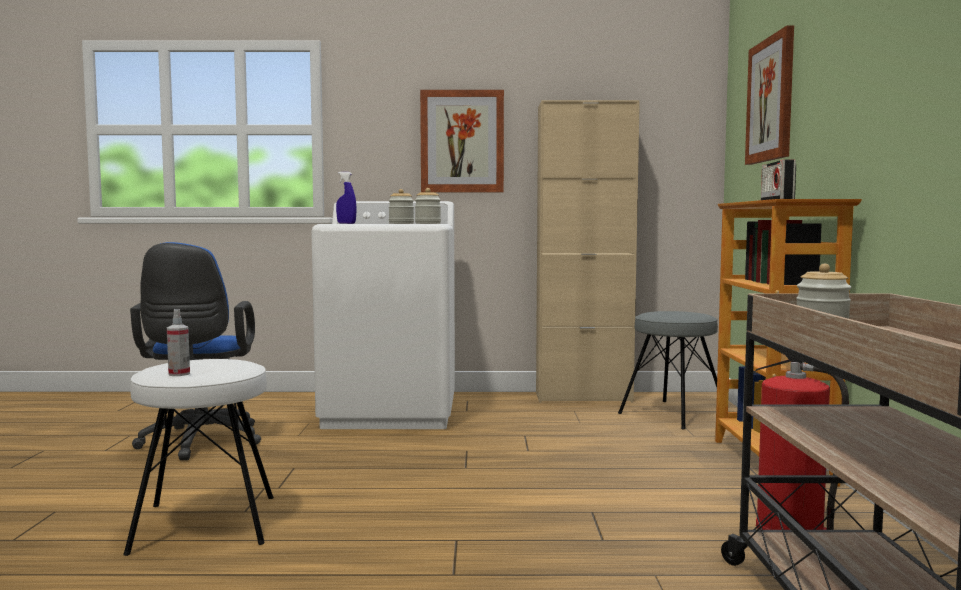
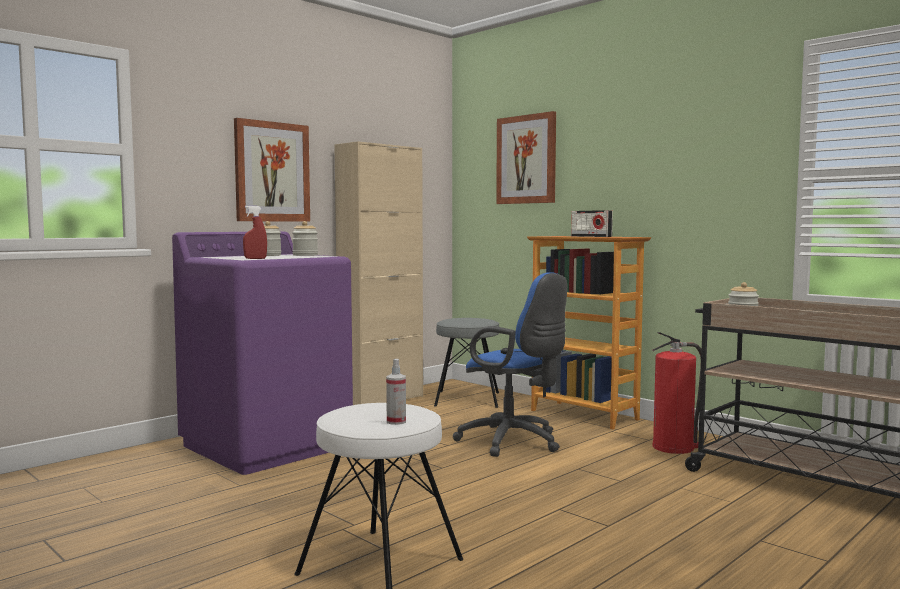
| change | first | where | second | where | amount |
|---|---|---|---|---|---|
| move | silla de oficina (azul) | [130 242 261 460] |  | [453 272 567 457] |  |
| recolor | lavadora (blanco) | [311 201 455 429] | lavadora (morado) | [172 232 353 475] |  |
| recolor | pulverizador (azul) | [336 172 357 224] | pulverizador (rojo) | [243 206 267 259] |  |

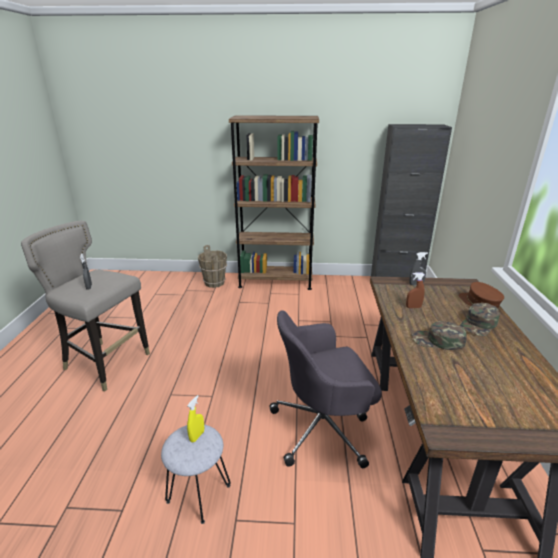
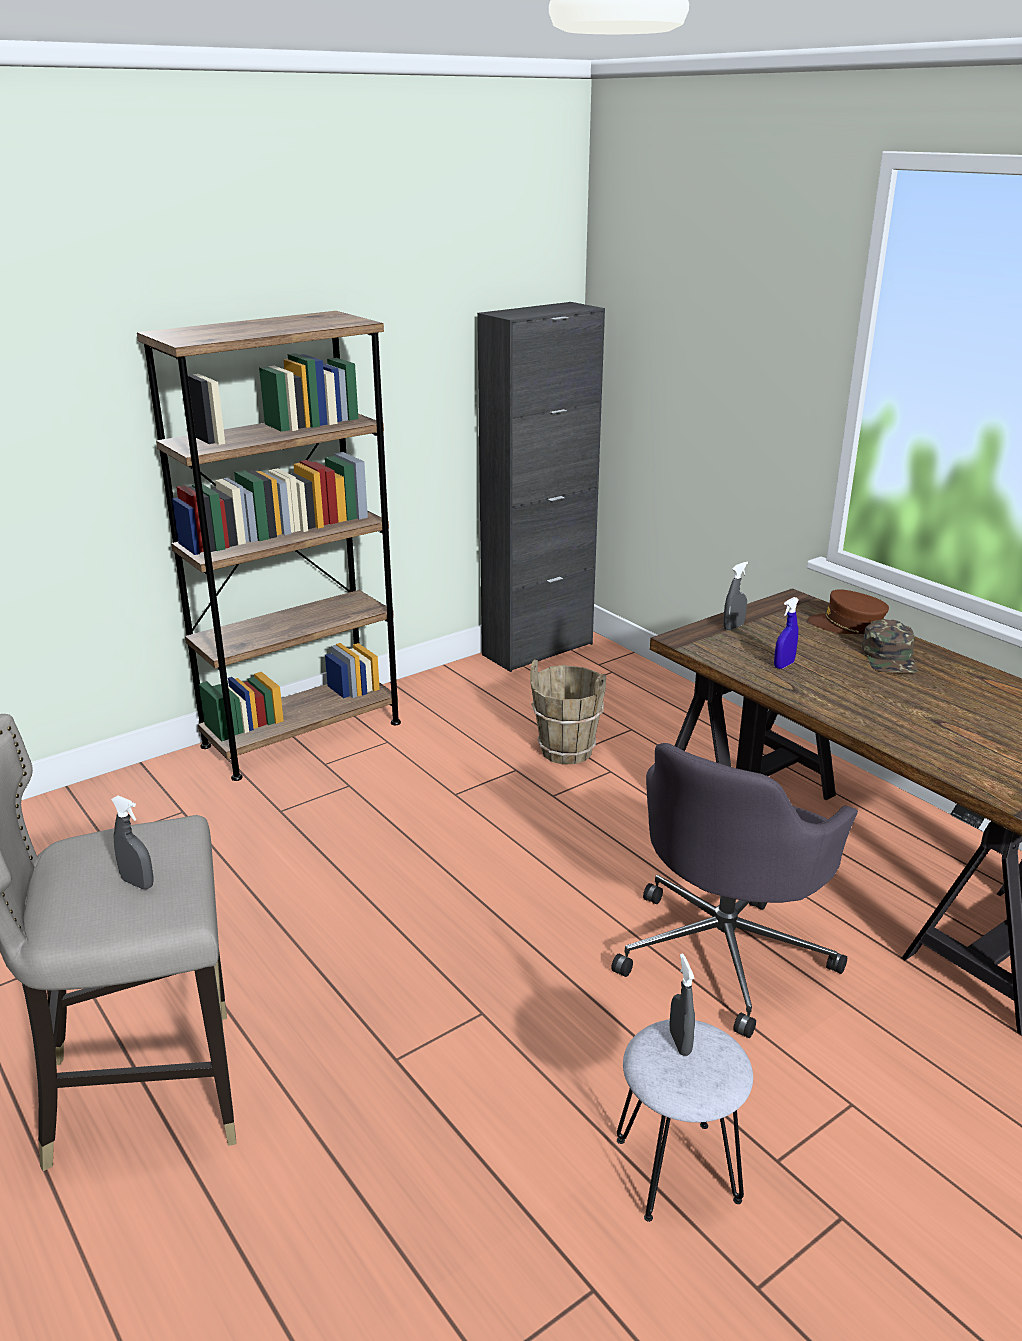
| change | first | where | second | where | amount |
|---|---|---|---|---|---|
| delete | gorra (verde) | [412 321 467 350] |  |  |  |
| move | cubo (marrón) | [198 245 227 288] |  | [530 660 606 764] |  |
| recolor | pulverizador (amarillo) | [187 395 204 442] | pulverizador (gris) | [670 953 695 1056] |  |
| recolor | pulverizador (marrón) | [406 272 425 308] | pulverizador (azul) | [774 597 799 669] |  |

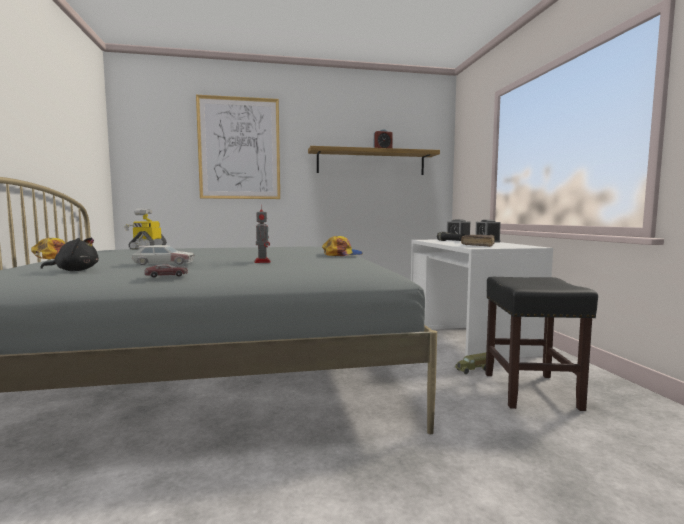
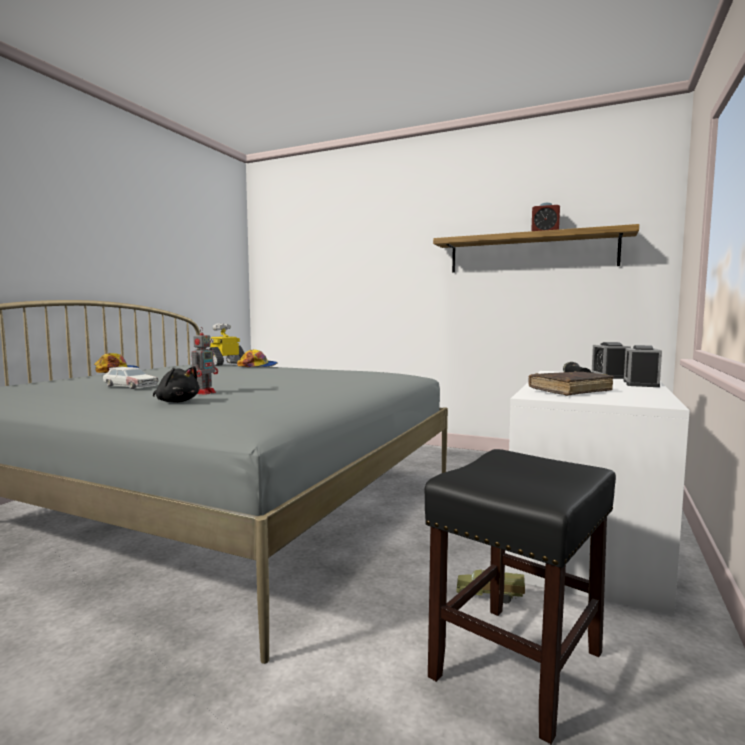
| change | first | where | second | where | amount |
|---|---|---|---|---|---|
| delete | coche de juguete | [145 264 188 278] |  |  |  |
| delete | cuadro | [196 95 280 199] |  |  |  |
| move | peluche (negro) | [41 237 99 271] |  | [153 366 200 403] |  |
| move | gorra | [322 236 363 256] |  | [237 349 278 367] |  |

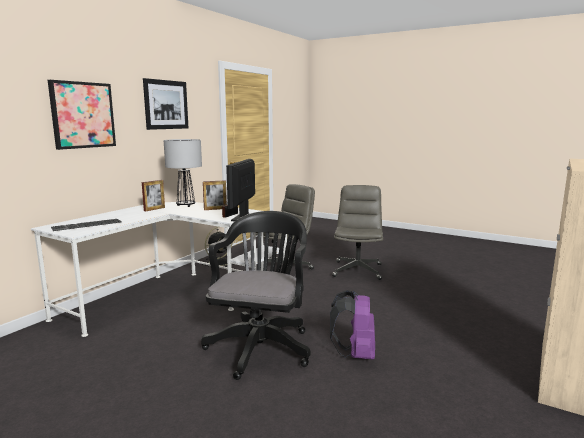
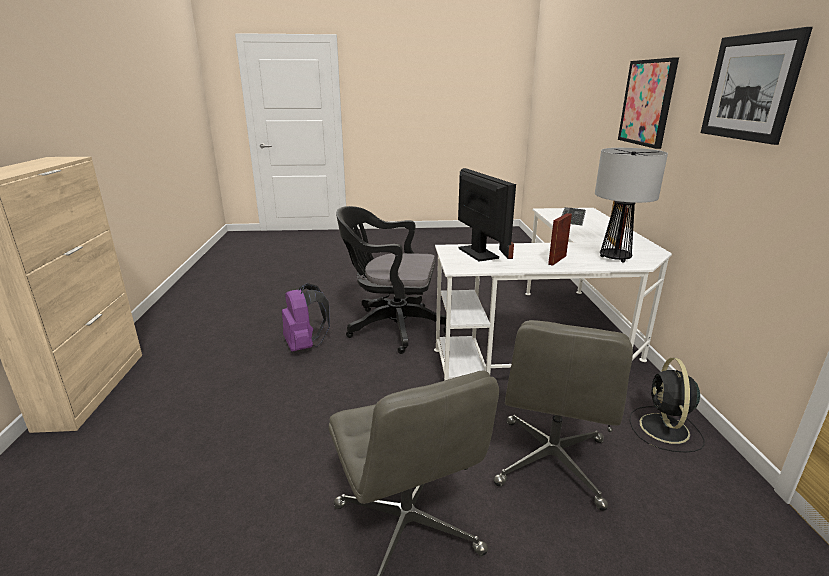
| change | first | where | second | where | amount |
|---|---|---|---|---|---|
| rotate | silla de oficina (negro) | [201 211 311 380] |  | [336 206 446 354] | 120 degrees clockwise |

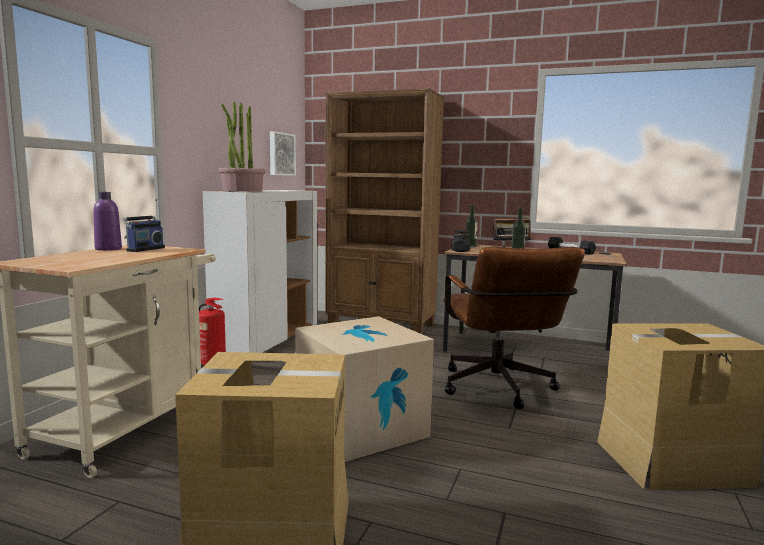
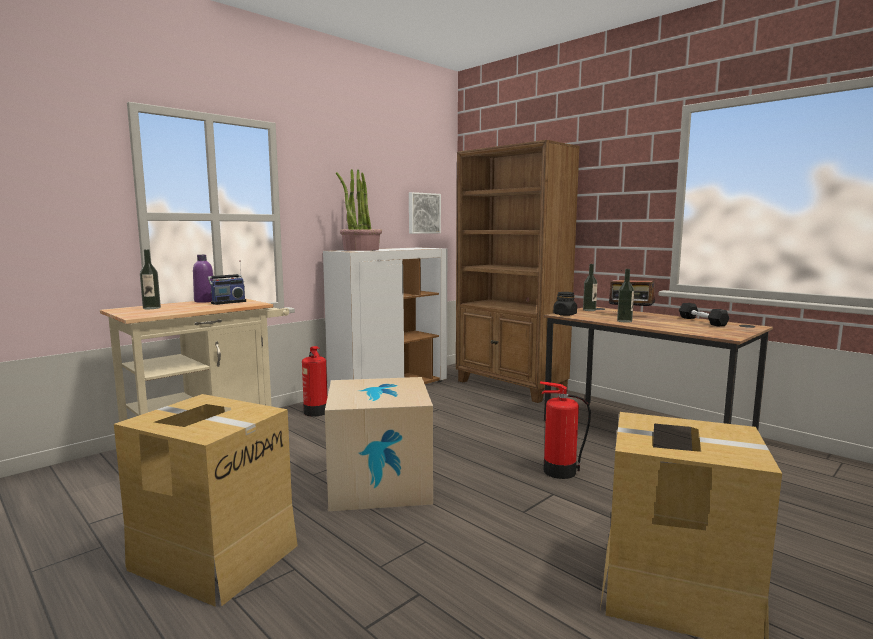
| change | first | where | second | where | amount |
|---|---|---|---|---|---|
| insert |  |  | botella | [140 249 161 309] |  |
| replace | silla de oficina (marrón) | [444 247 585 409] | extintor | [540 381 591 479] |  |

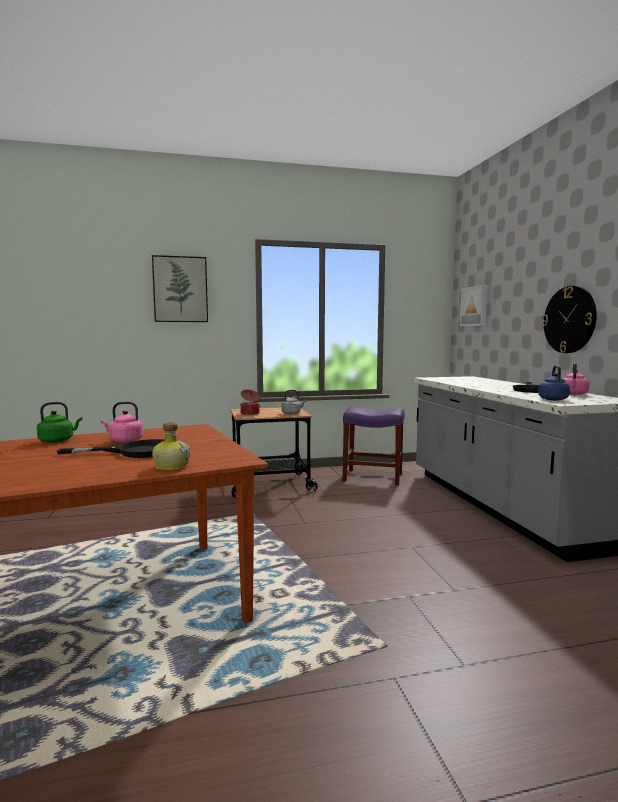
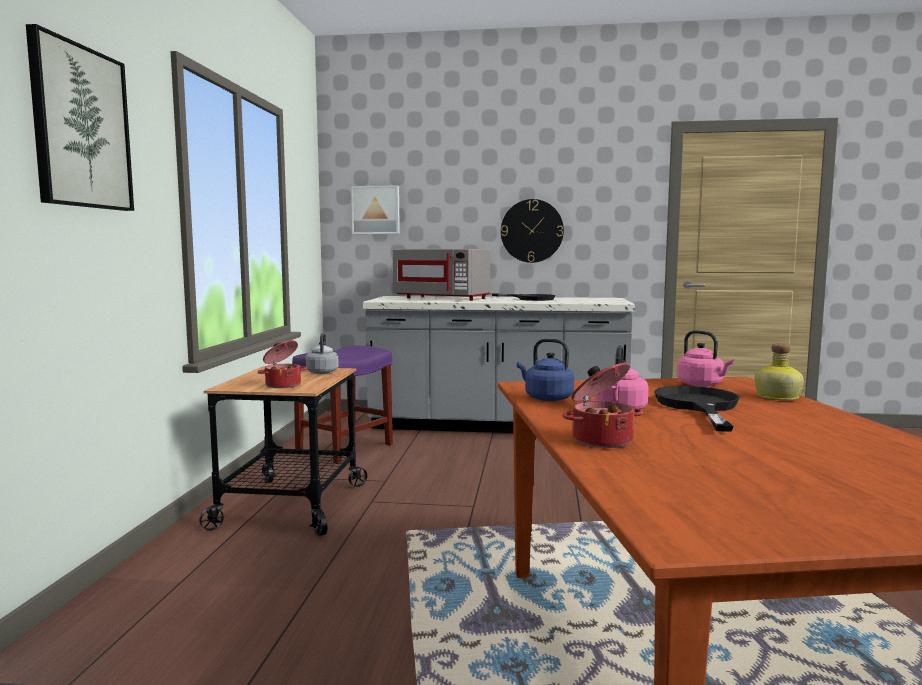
| change | first | where | second | where | amount |
|---|---|---|---|---|---|
| insert |  |  | microondas (gris) | [393 249 490 301] |  |
| move | hervidor (azul) | [538 365 570 400] |  | [517 338 574 401] |  |
| move | hervidor (rosa) | [563 363 589 395] |  | [677 330 734 387] |  |
| replace | hervidor (verde) | [37 402 82 443] | olla | [562 363 643 448] |  |

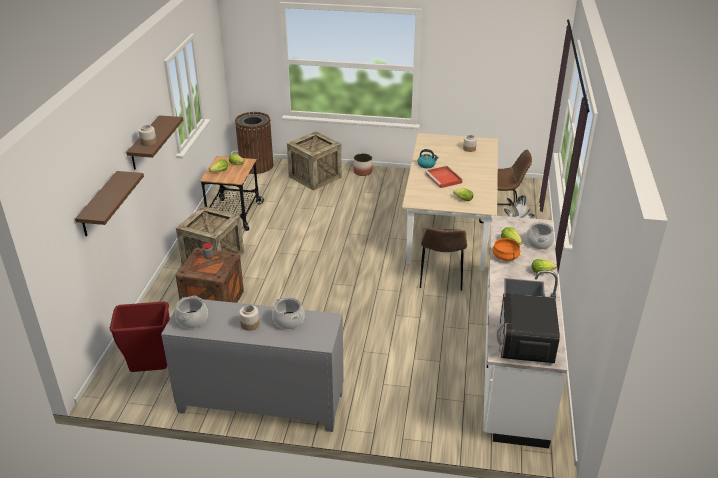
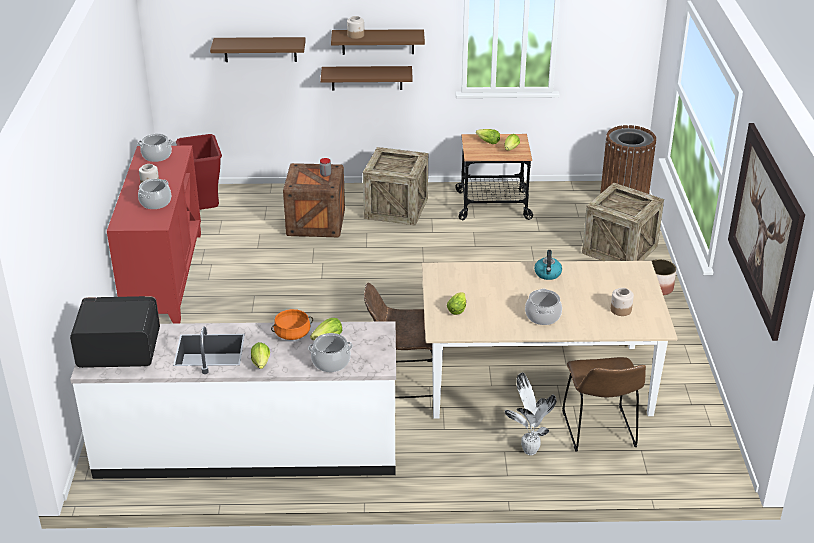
| change | first | where | second | where | amount |
|---|---|---|---|---|---|
| delete | bandeja (rojo) | [425 166 463 188] |  |  |  |
| insert |  |  | estante (marrón) | [321 66 413 91] |  |
| insert |  |  | olla | [525 289 562 325] |  |
| insert |  |  | cuadro | [728 123 805 341] |  |
| recolor | armario (gris) | [161 297 344 432] | armario (rojo) | [107 146 201 324] |  |

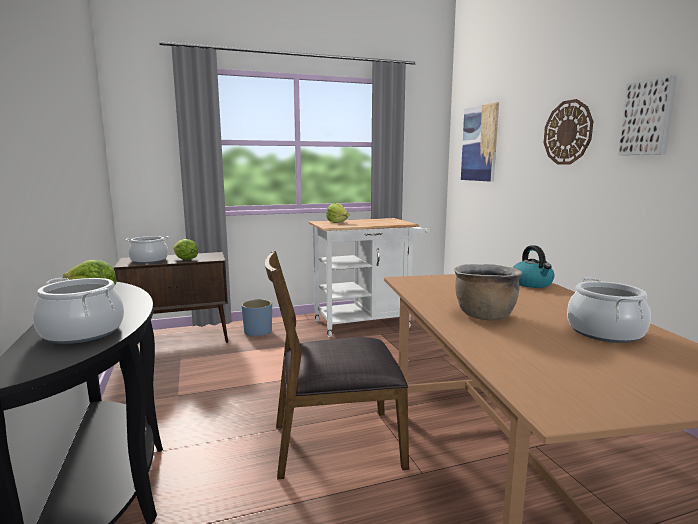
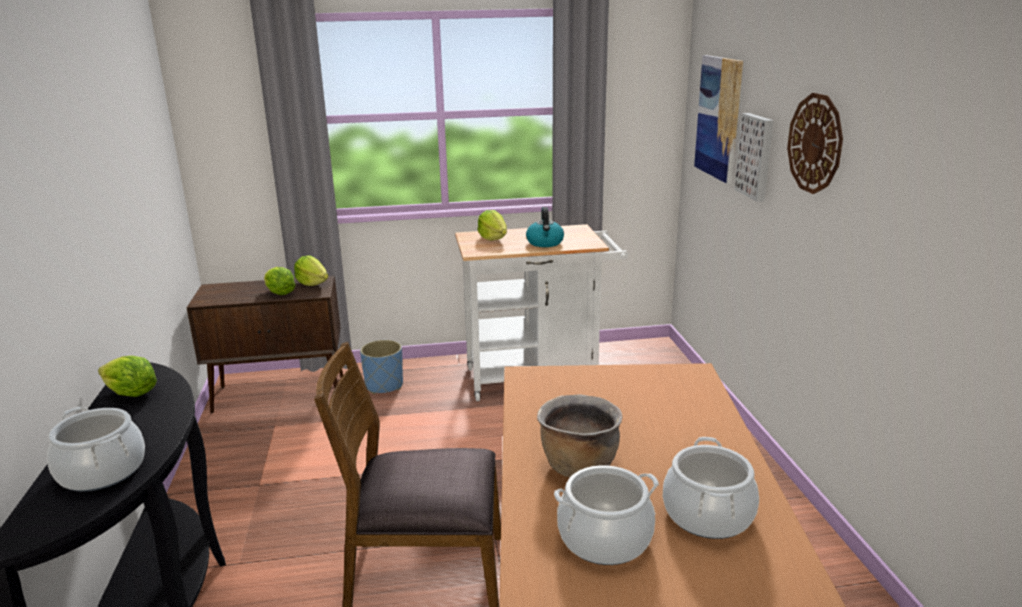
| change | first | where | second | where | amount |
|---|---|---|---|---|---|
| insert |  |  | lechuga | [294 255 328 286] |  |
| move | olla | [125 236 169 264] |  | [554 465 659 565] |  |
| move | hervidor | [513 245 555 288] |  | [526 207 564 247] |  |
| move | cuadro | [618 75 677 155] |  | [734 113 774 202] |  |

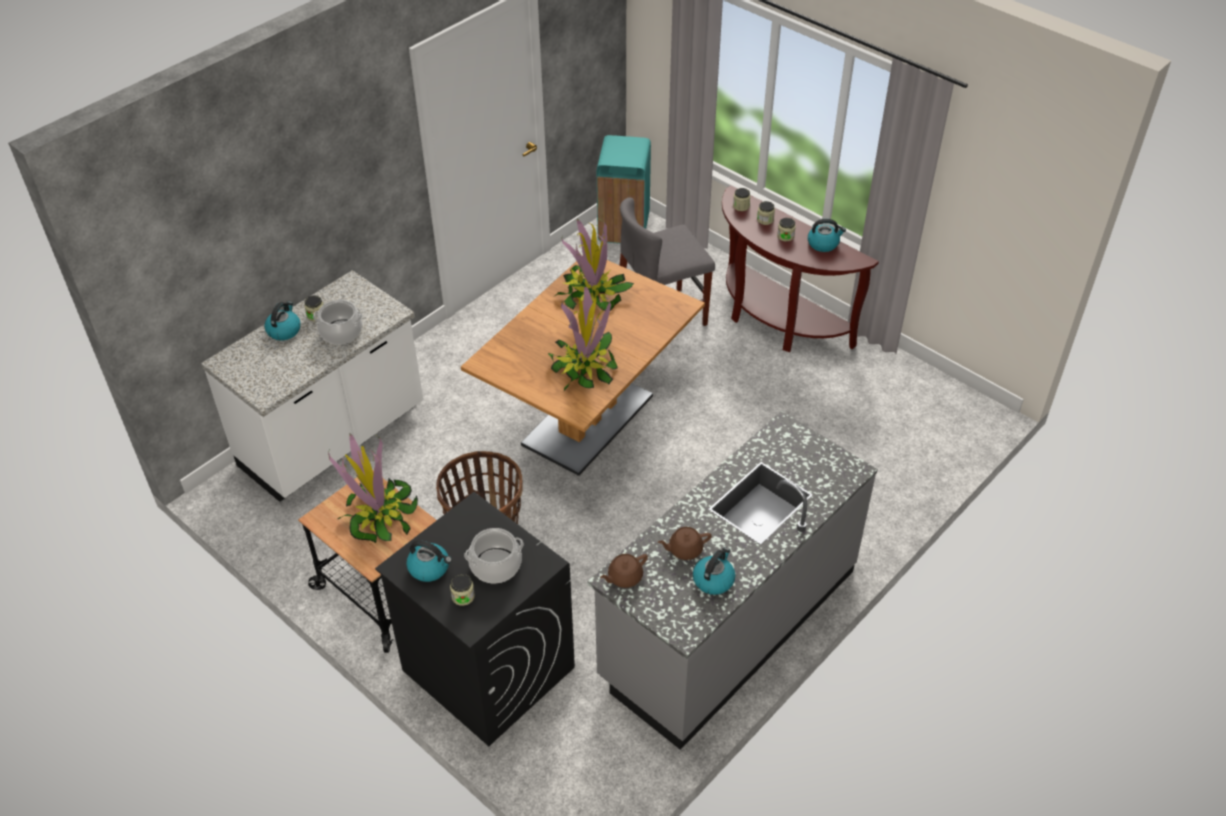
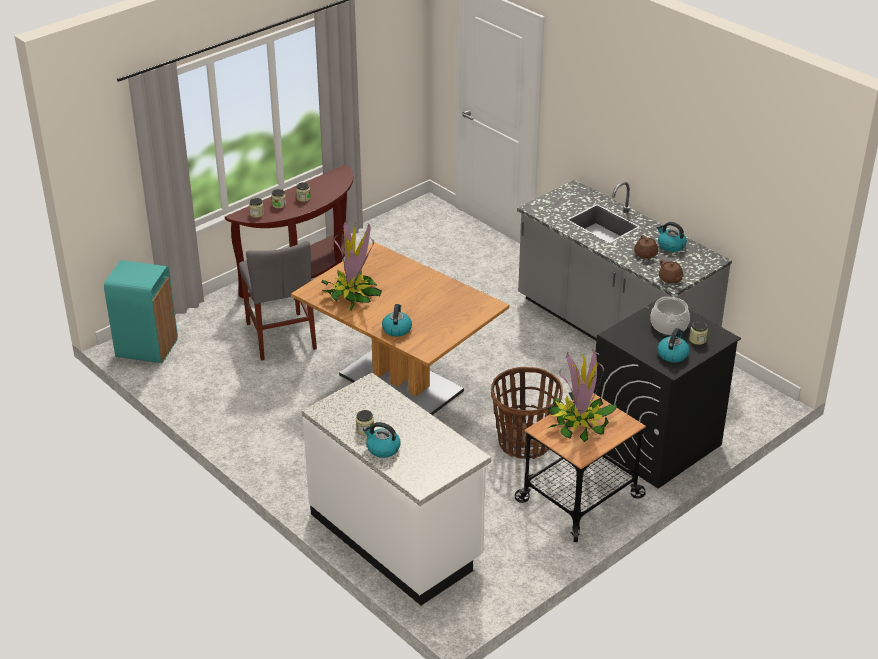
| change | first | where | second | where | amount |
|---|---|---|---|---|---|
| delete | olla | [313 300 363 345] |  |  |  |
| delete | planta en maceta | [548 287 618 391] |  |  |  |
| move | hervidor | [808 219 846 252] |  | [382 304 412 337] |  |

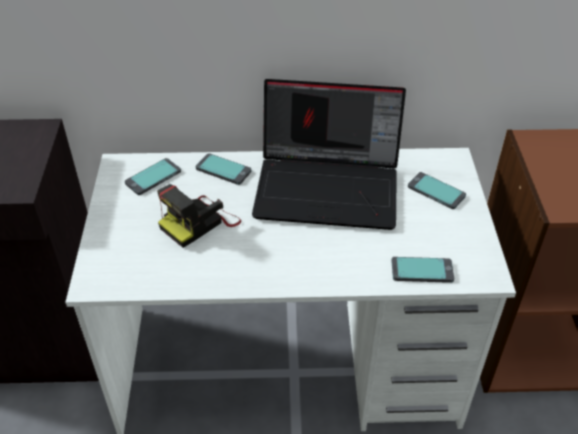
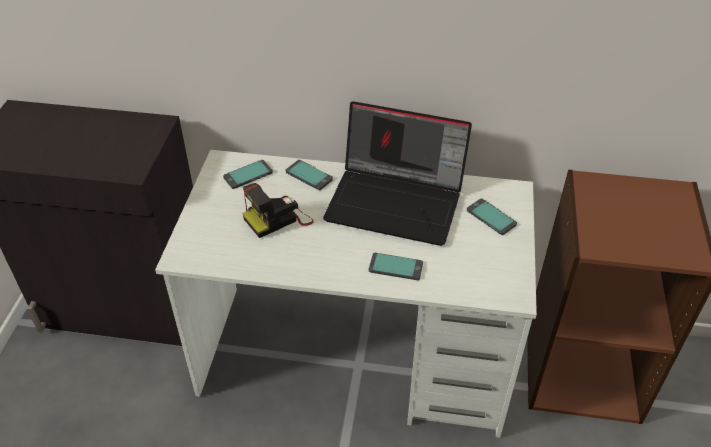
| change | first | where | second | where | amount |
|---|---|---|---|---|---|
| move | móvil | [392 257 454 283] |  | [369 253 423 280] |  |

